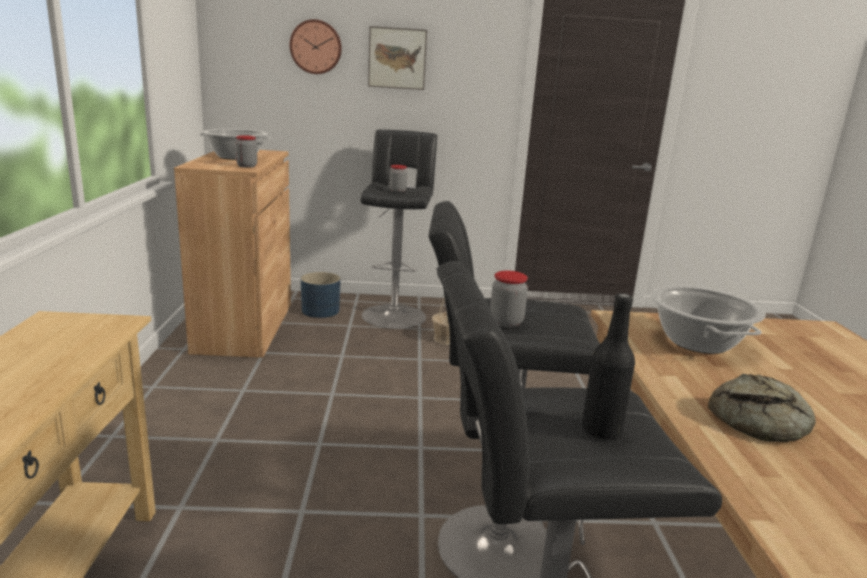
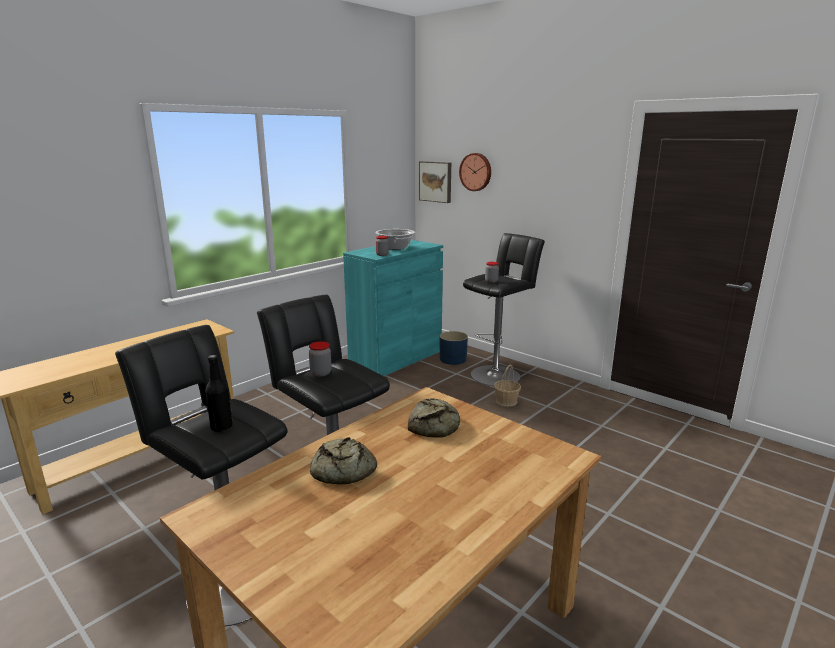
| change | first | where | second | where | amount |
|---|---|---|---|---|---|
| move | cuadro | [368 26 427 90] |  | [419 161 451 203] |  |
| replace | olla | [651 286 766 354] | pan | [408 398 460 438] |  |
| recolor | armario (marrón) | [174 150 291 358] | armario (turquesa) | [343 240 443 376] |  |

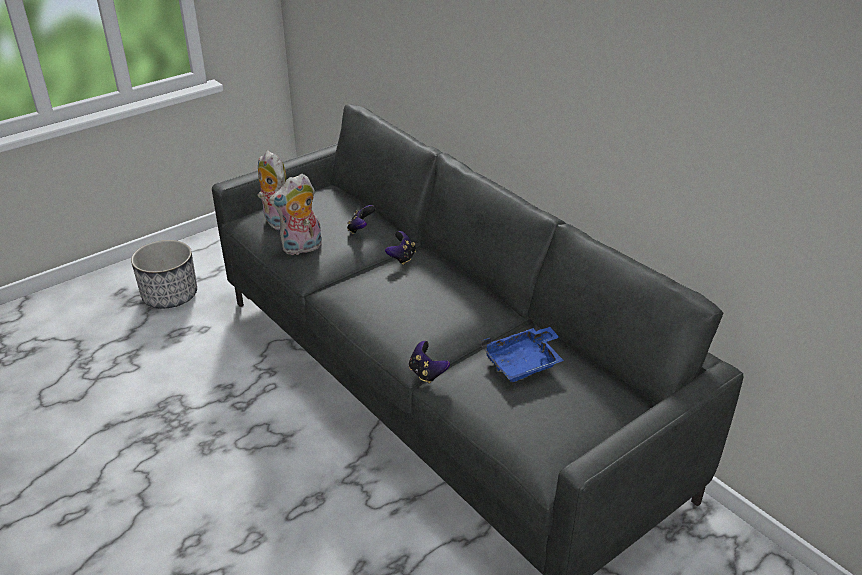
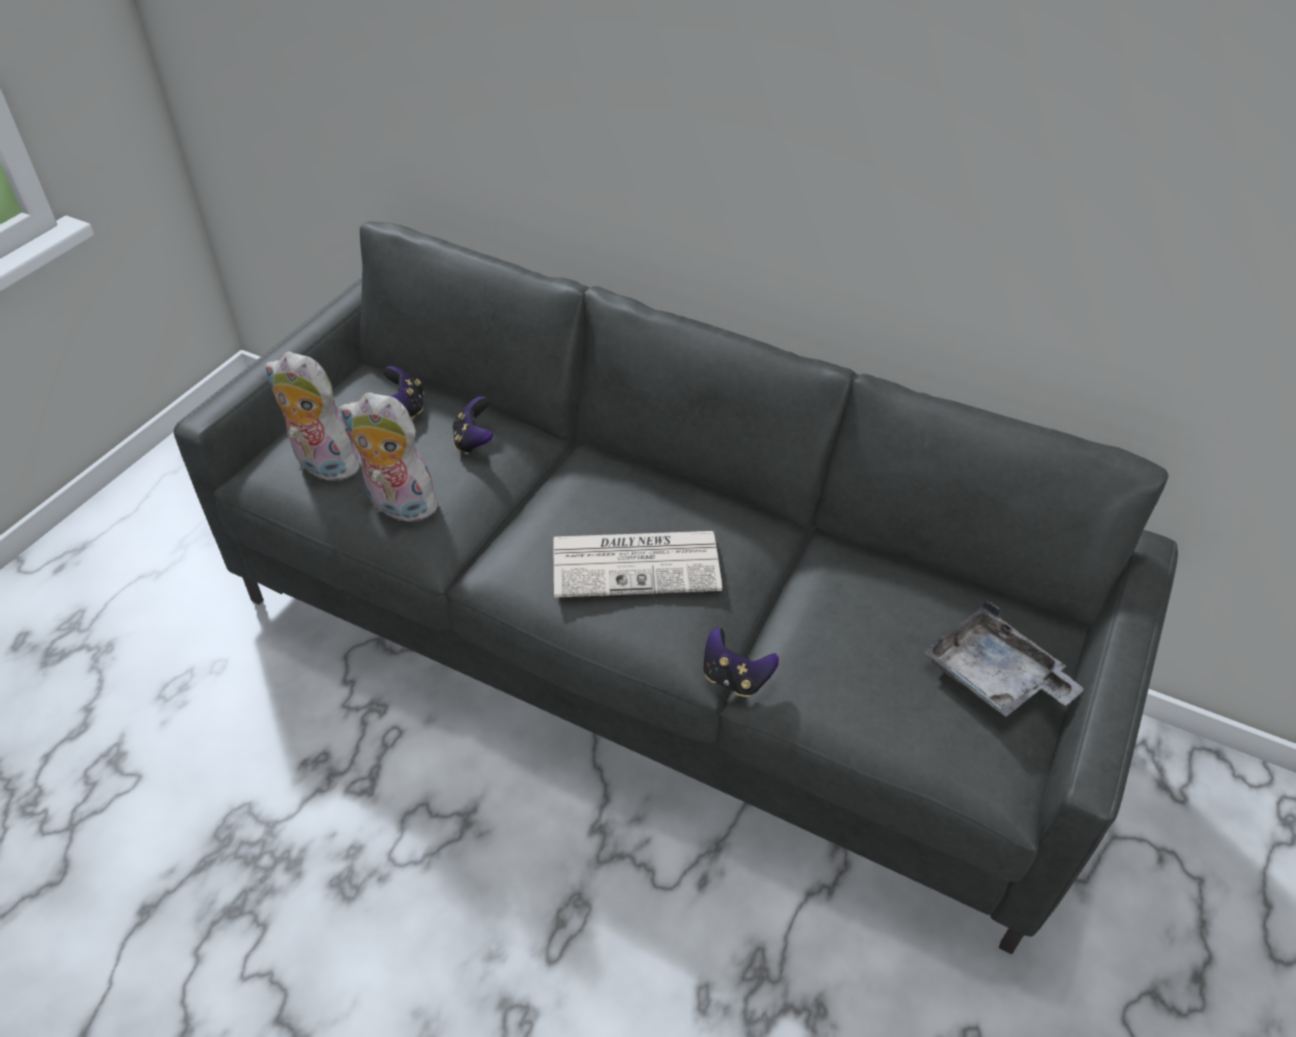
| change | first | where | second | where | amount |
|---|---|---|---|---|---|
| delete | maceta | [131 240 197 308] |  |  |  |
| delete | bandeja (azul) | [481 327 564 382] |  |  |  |
| insert |  |  | periódico | [554 531 722 598] |  |
| insert |  |  | bandeja (gris) | [923 600 1084 717] |  |
| move | mando de consola | [385 231 416 265] |  | [383 366 424 419] |  |
| rotate | peluche | [269 174 322 256] |  | [340 392 446 522] | 75 degrees clockwise |

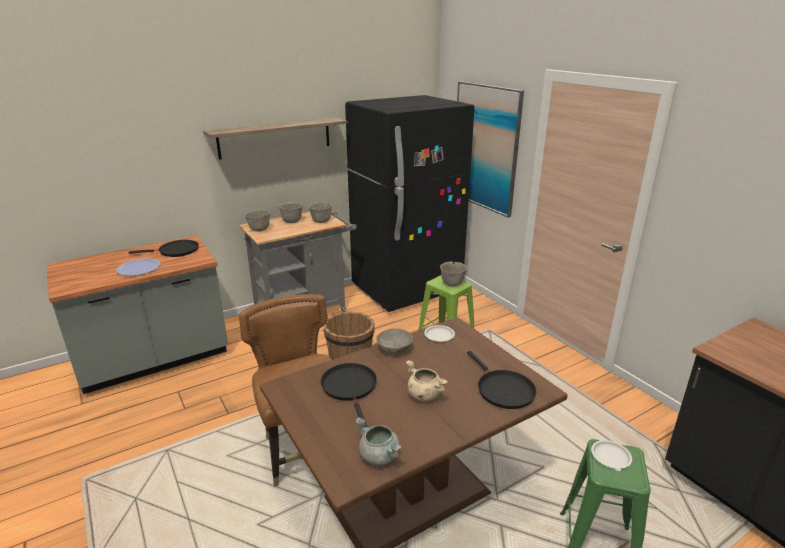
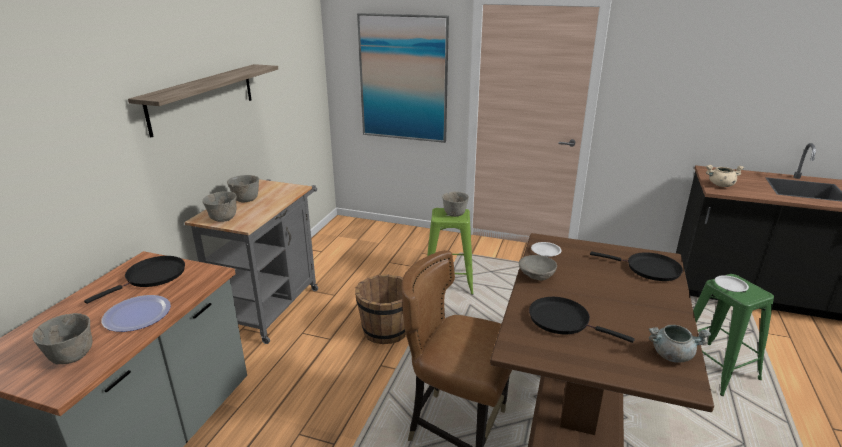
| change | first | where | second | where | amount |
|---|---|---|---|---|---|
| delete | nevera (negro) | [345 95 474 312] |  |  |  |
| move | cuenco (gris) | [309 202 332 223] |  | [32 313 93 365] |  |
| move | olla (beis) | [405 360 448 401] |  | [706 165 744 187] |  |

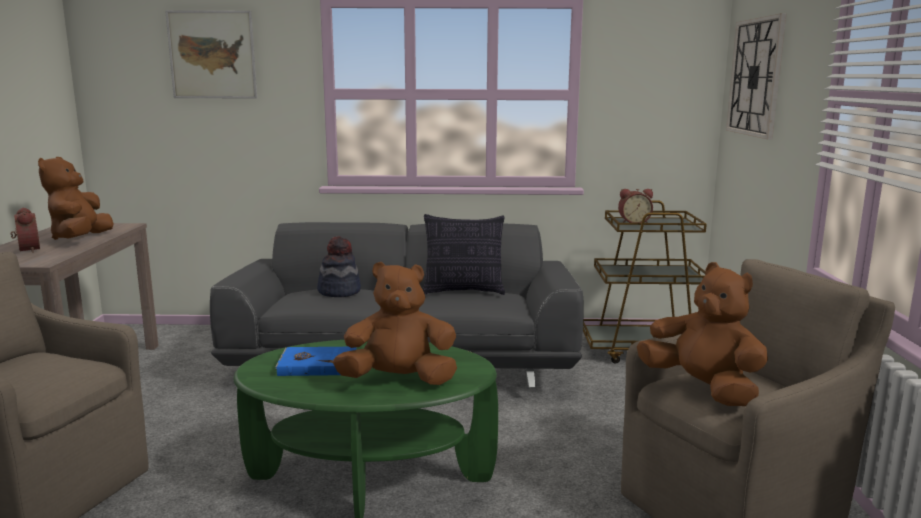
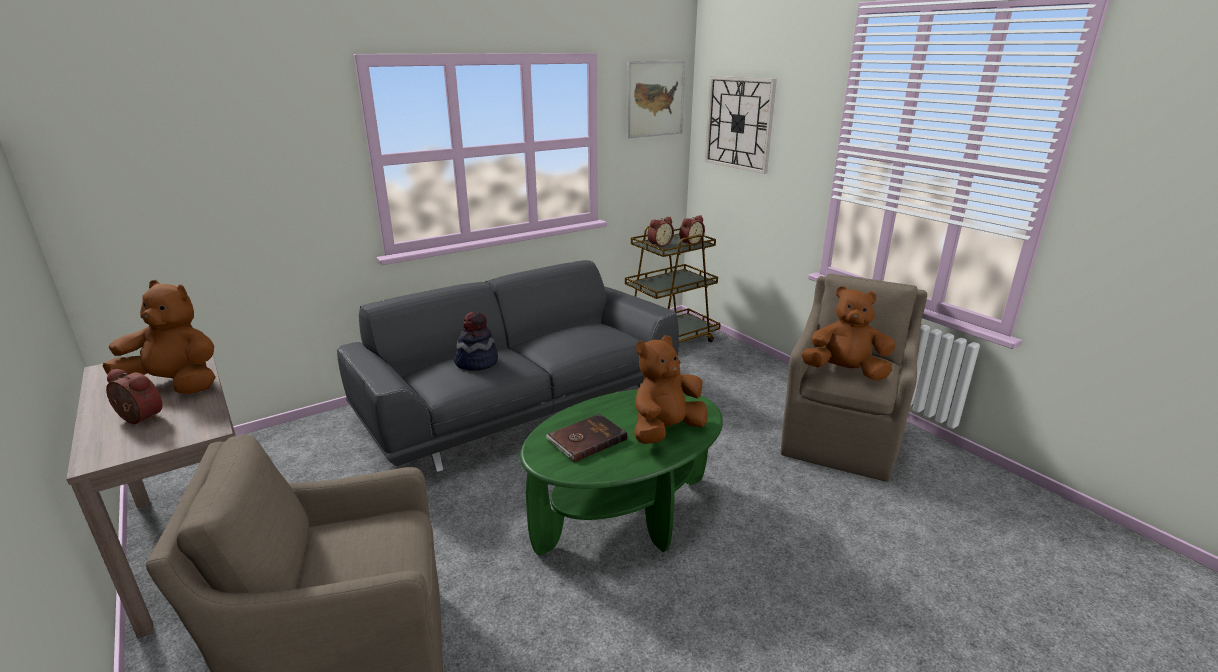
| change | first | where | second | where | amount |
|---|---|---|---|---|---|
| delete | cojín | [423 214 505 295] |  |  |  |
| insert |  |  | despertador | [679 215 705 245] |  |
| move | cuadro | [165 10 257 98] |  | [627 61 685 138] |  |
| recolor | libro (azul) | [275 347 357 376] | libro (marrón) | [546 413 627 462] |  |
| rotate | peluche (marrón) | [38 157 114 240] |  | [103 280 216 394] | 135 degrees clockwise |

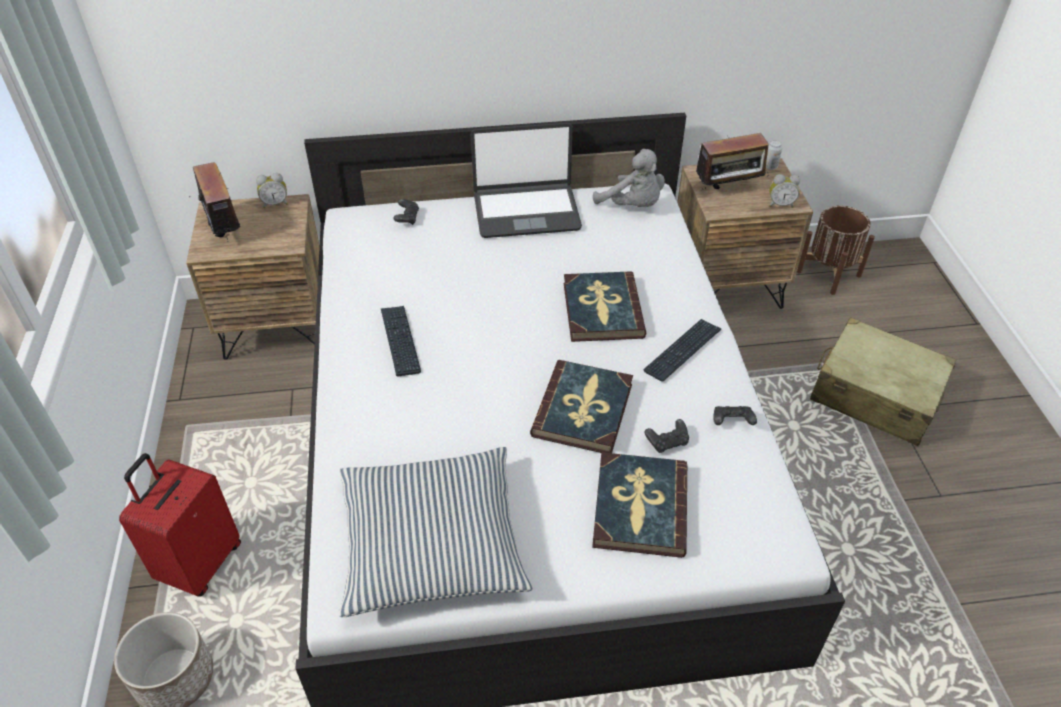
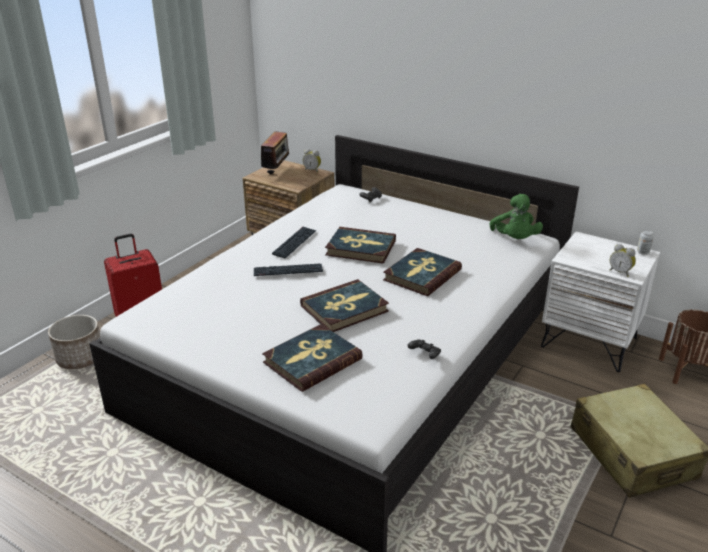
| change | first | where | second | where | amount |
|---|---|---|---|---|---|
| delete | cojín | [339 447 533 617] |  |  |  |
| delete | portátil | [471 123 582 238] |  |  |  |
| delete | mando de consola (negro) | [645 419 689 453] |  |  |  |
| delete | radio | [696 127 769 189] |  |  |  |
| insert |  |  | libro | [325 227 396 264] |  |
| move | teclado | [643 319 721 382] |  | [254 264 323 276] |  |
| recolor | peluche (gris) | [593 149 665 207] | peluche (verde) | [489 194 543 239] |  |
| recolor | mesita de noche (marrón) | [677 158 813 309] | mesita de noche (blanco) | [541 231 660 372] |  |

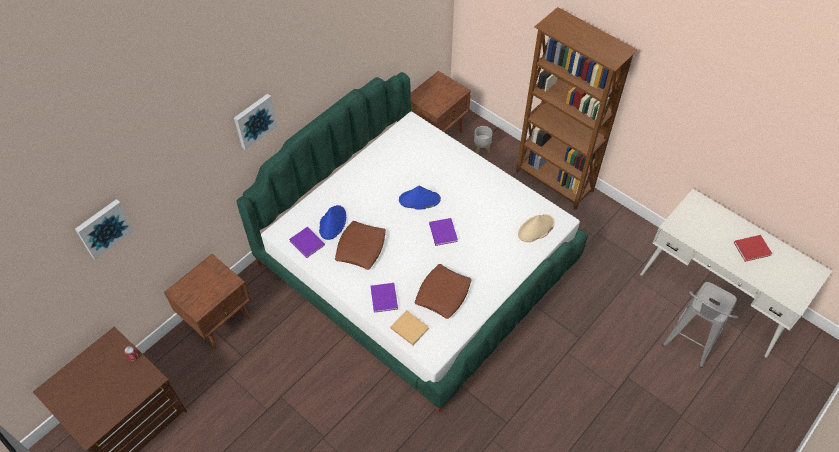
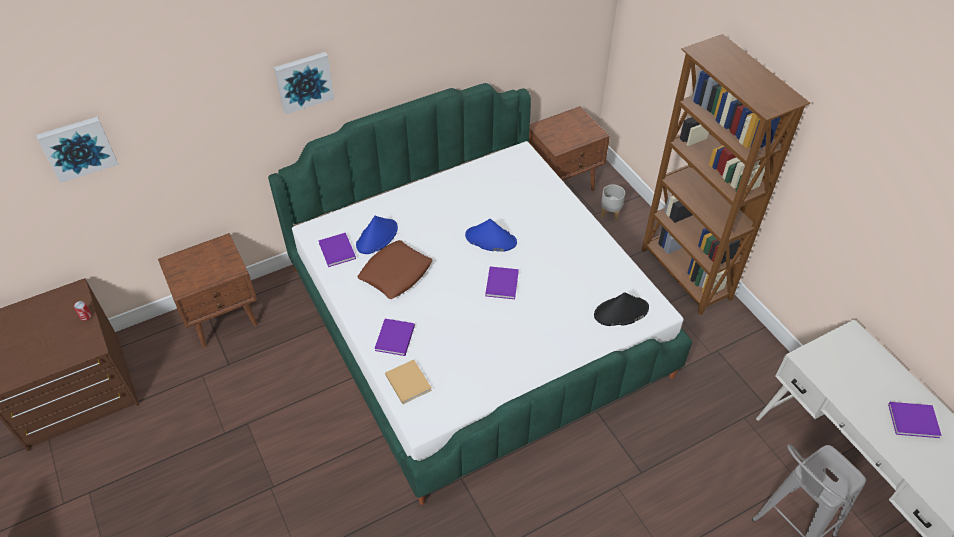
| change | first | where | second | where | amount |
|---|---|---|---|---|---|
| delete | cojín (marrón) | [415 264 472 319] |  |  |  |
| recolor | sombrero (beis) | [518 214 555 242] | sombrero (negro) | [594 292 649 326] |  |
| recolor | libro (rojo) | [734 235 772 262] | libro (morado) | [888 402 942 438] |  |

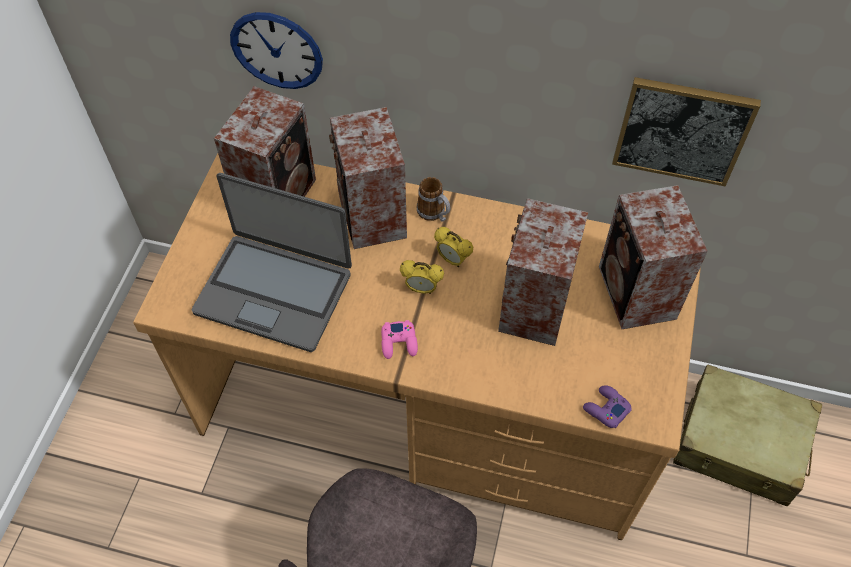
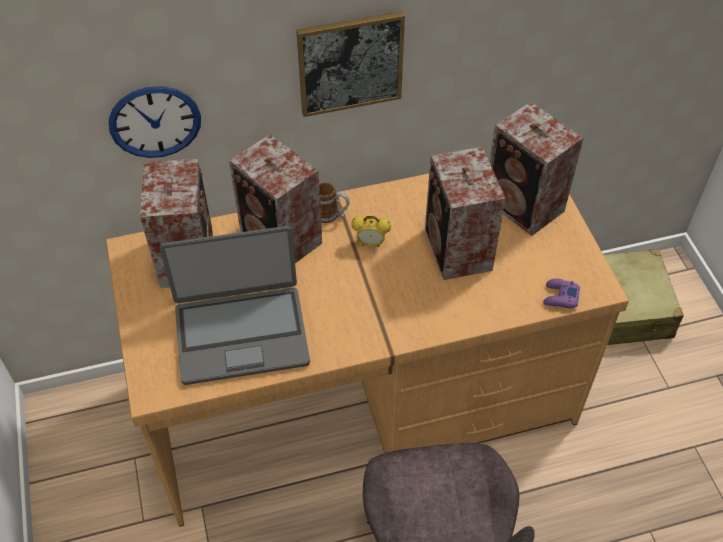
| change | first | where | second | where | amount |
|---|---|---|---|---|---|
| delete | mando de consola (rosa) | [381 320 418 359] |  |  |  |
| delete | despertador | [400 260 444 294] |  |  |  |
| move | cuadro | [612 77 761 186] |  | [296 11 405 117] |  |

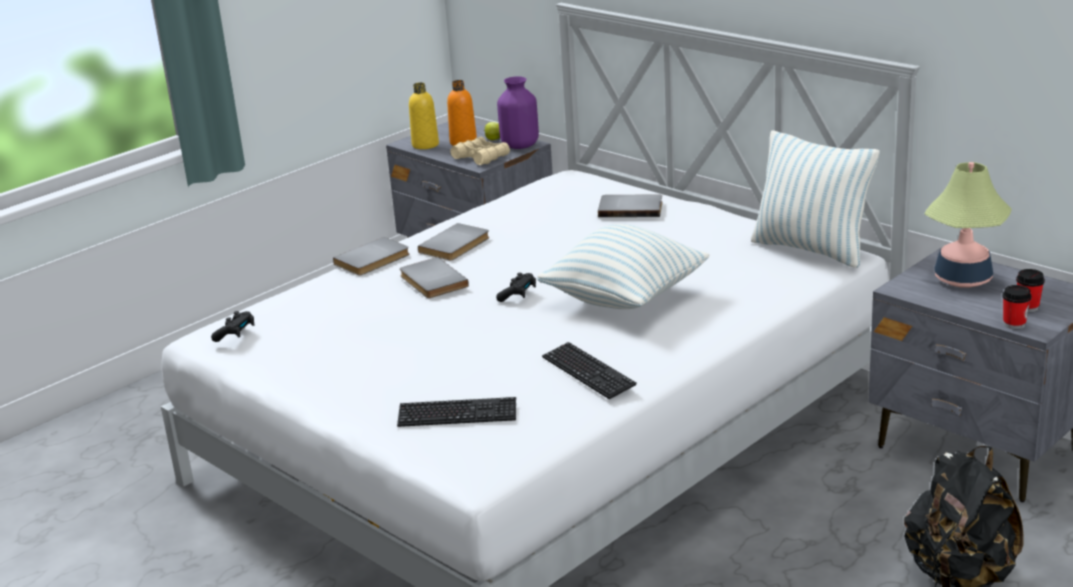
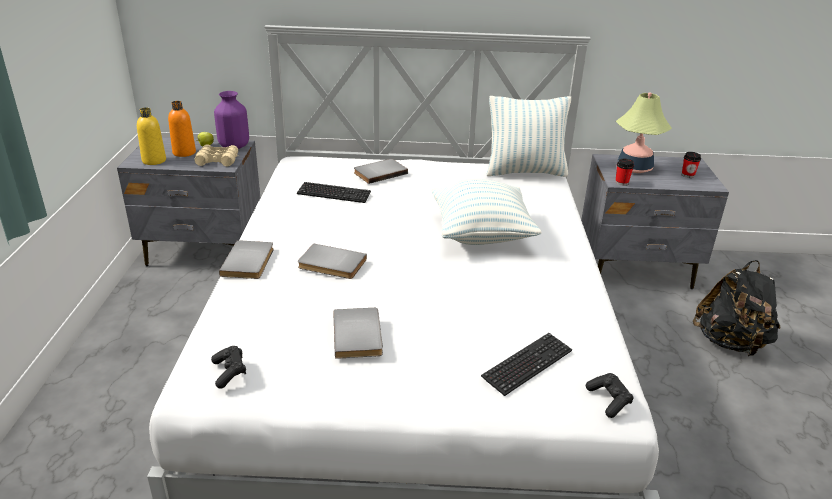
| change | first | where | second | where | amount |
|---|---|---|---|---|---|
| move | libro (gris) | [418 223 489 260] |  | [333 308 383 359] |  |
| move | mando de consola (negro) | [496 273 536 302] |  | [586 373 634 418] |  |
| move | teclado | [542 342 637 399] |  | [297 182 371 203] |  |
| move | taza | [1003 285 1032 329] |  | [615 159 634 186] |  |

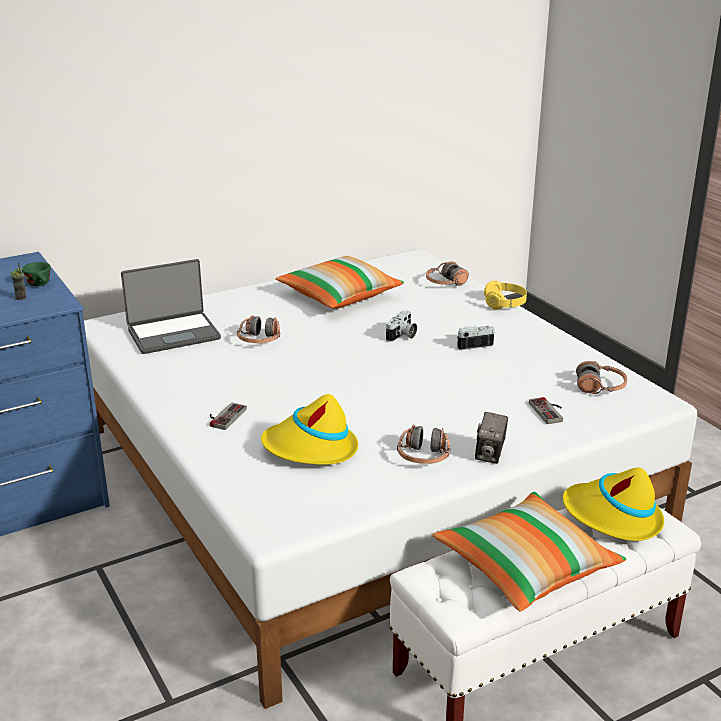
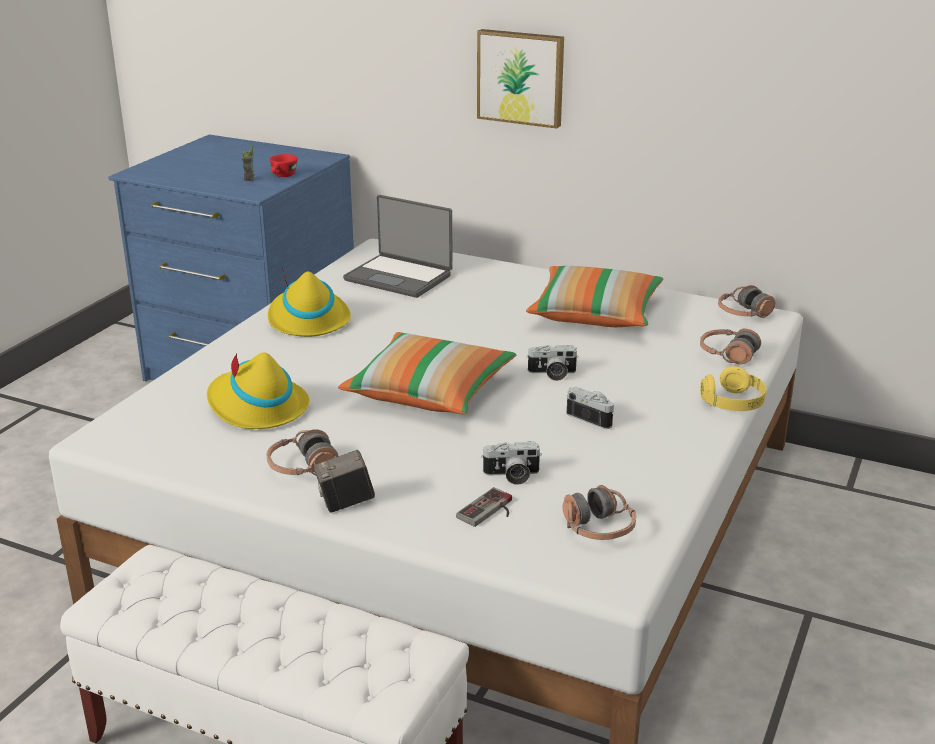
| change | first | where | second | where | amount |
|---|---|---|---|---|---|
| delete | mando de consola | [210 403 247 430] |  |  |  |
| insert |  |  | cuadro | [477 29 564 129] |  |
| insert |  |  | cámara | [481 441 542 485] |  |
| move | auriculares | [237 315 280 343] |  | [718 285 775 318] |  |
| move | cojín | [432 492 626 611] |  | [338 332 516 414] |  |
| move | sombrero (amarillo) | [563 467 664 541] |  | [268 267 351 337] |  |
| recolor | taza (verde) | [22 262 51 286] | taza (rojo) | [270 154 298 177] |  |

